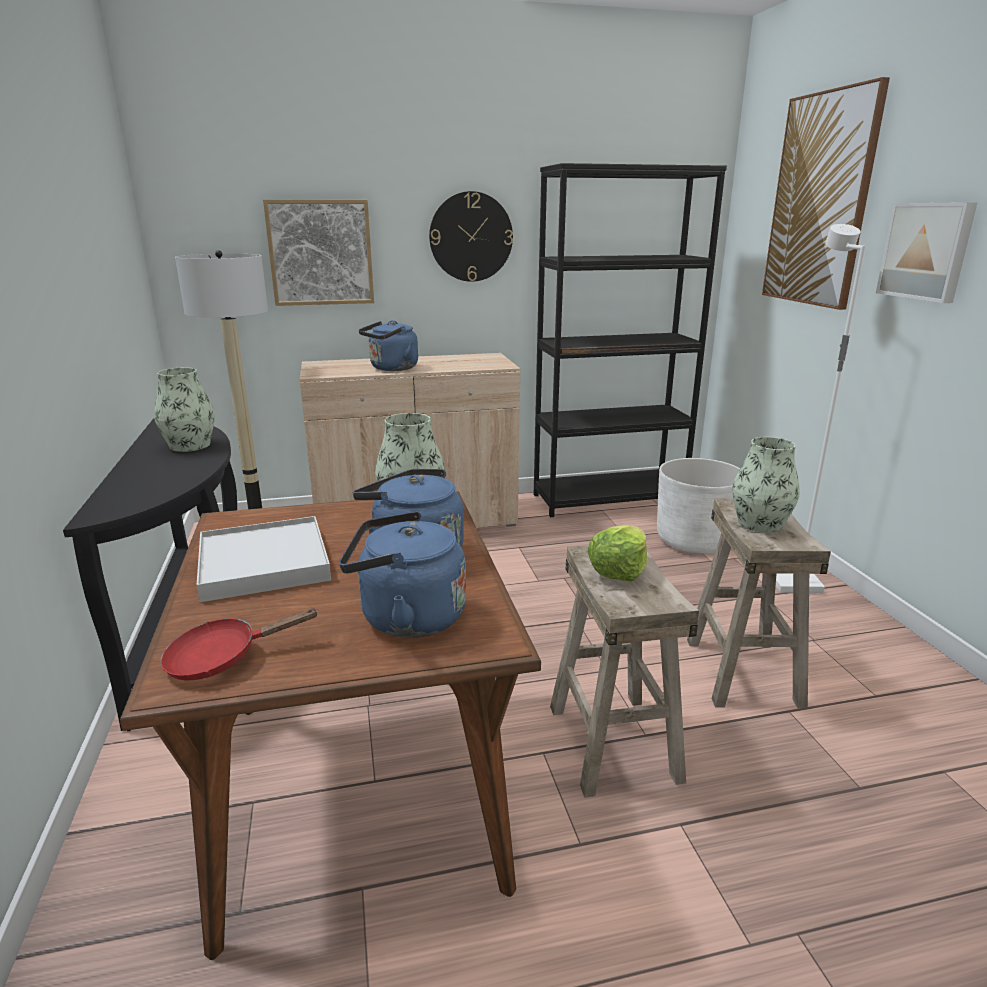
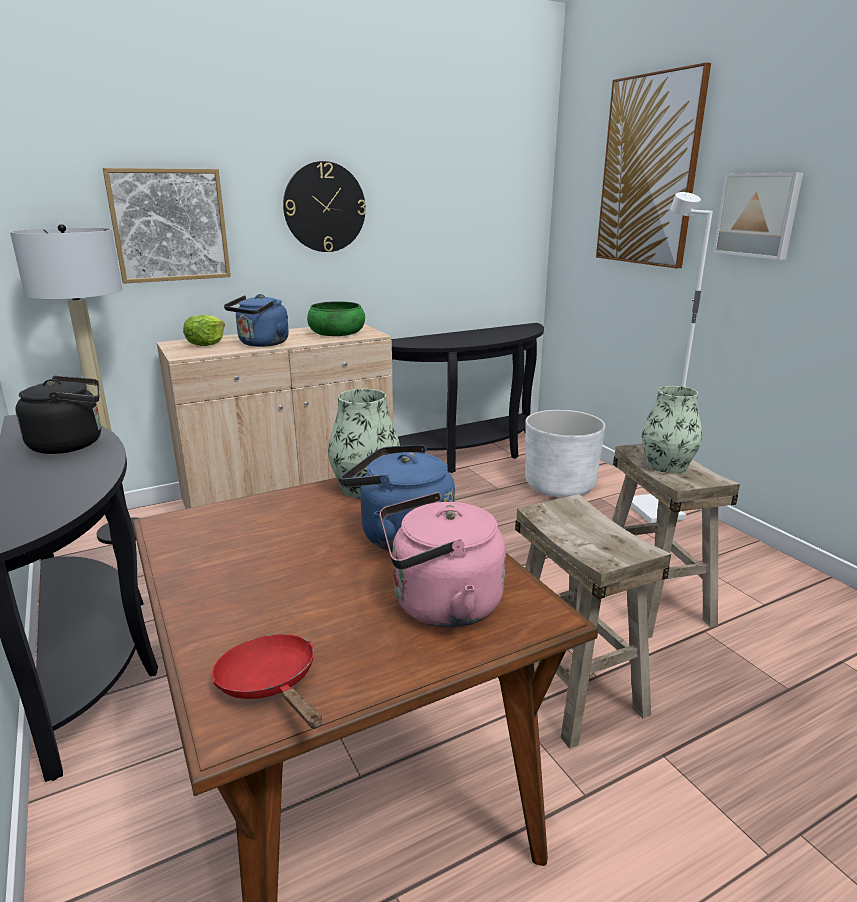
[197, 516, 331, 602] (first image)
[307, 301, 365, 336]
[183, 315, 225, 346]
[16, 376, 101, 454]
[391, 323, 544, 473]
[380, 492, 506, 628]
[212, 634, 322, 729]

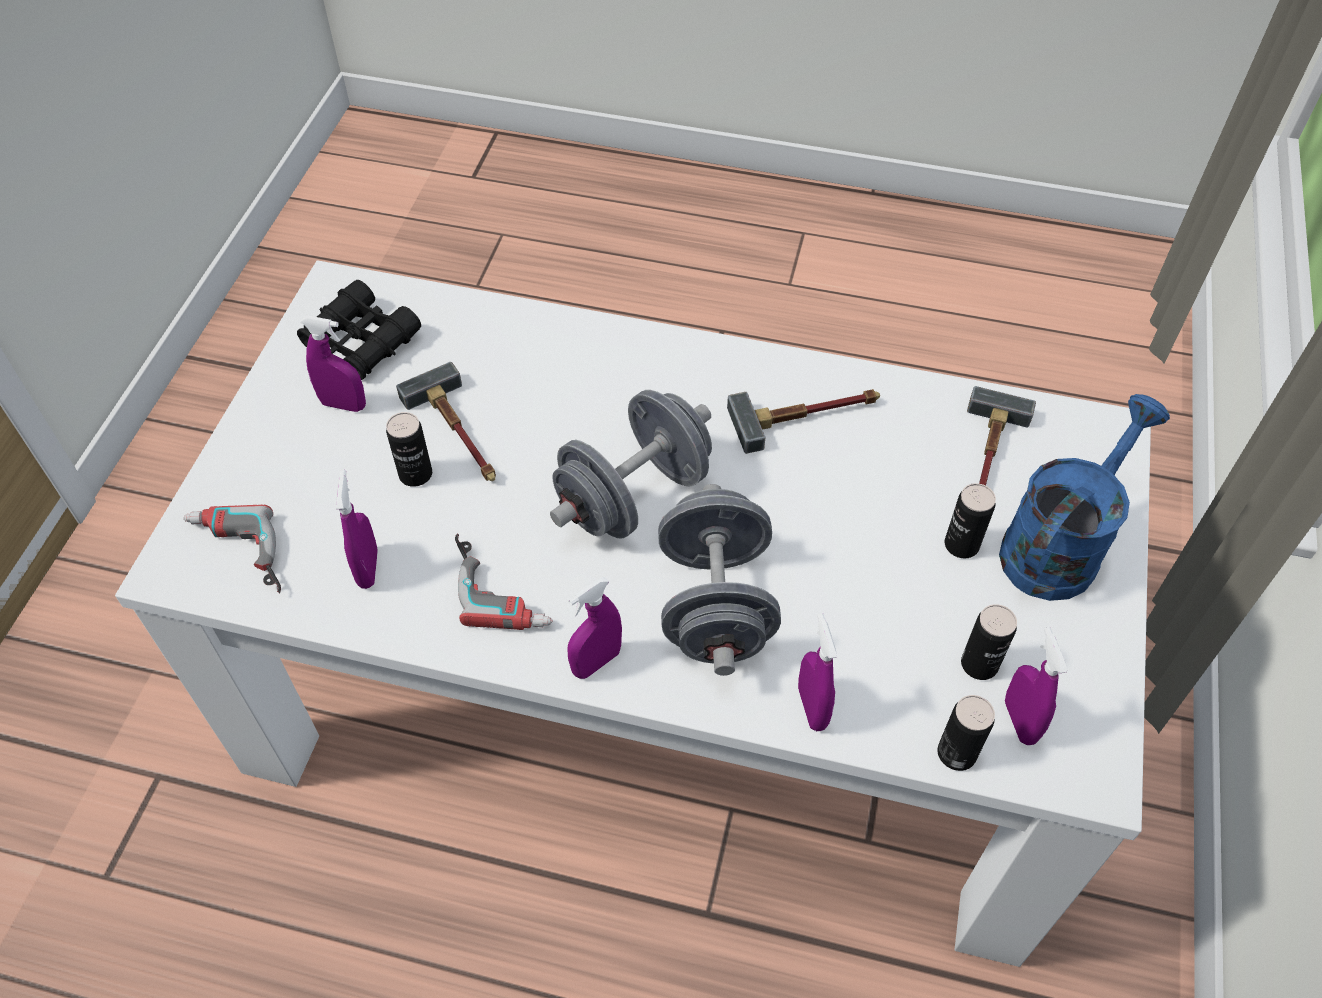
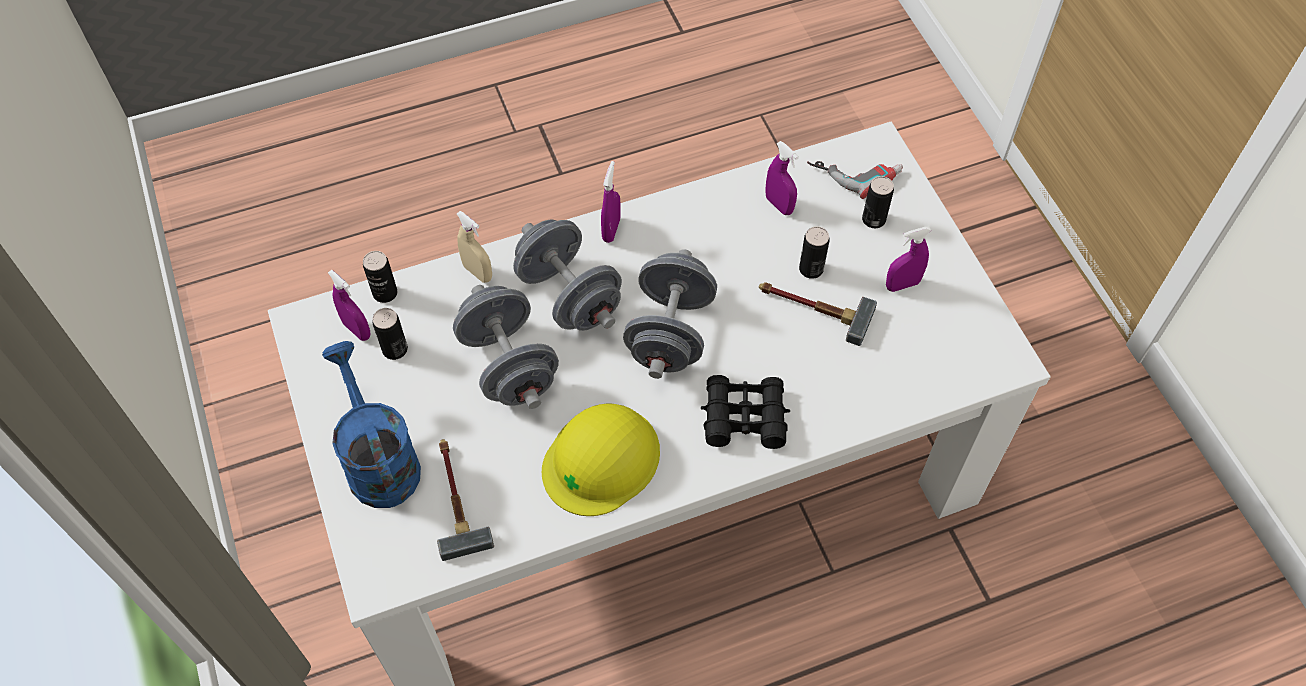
[455, 533, 552, 630] (first image)
[453, 285, 559, 409]
[701, 375, 790, 449]
[862, 176, 894, 228]
[542, 404, 660, 516]
[457, 211, 492, 283]
[322, 341, 421, 508]

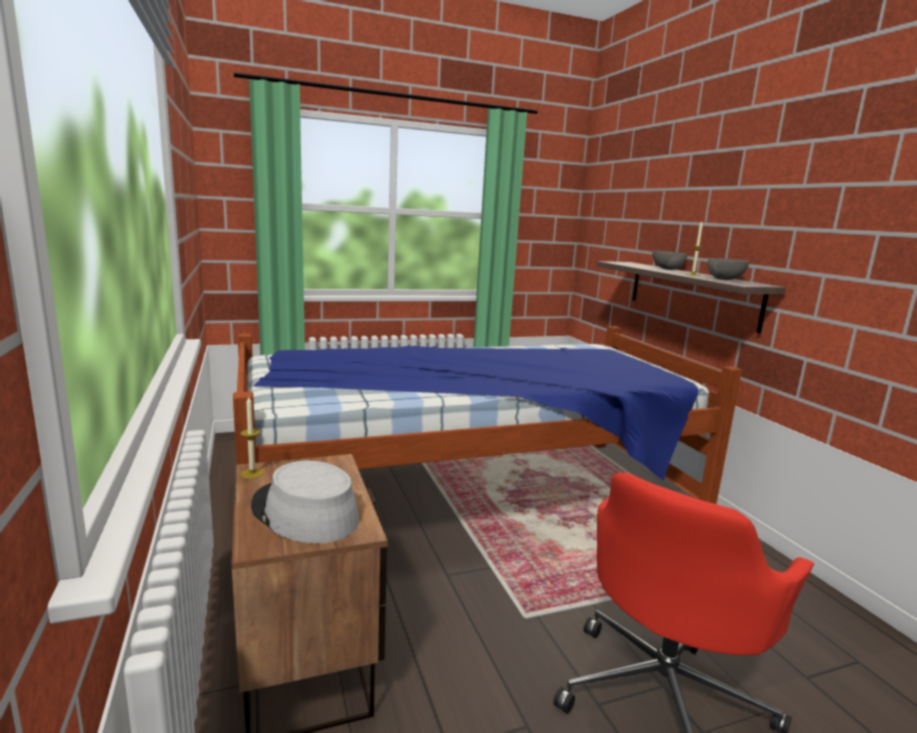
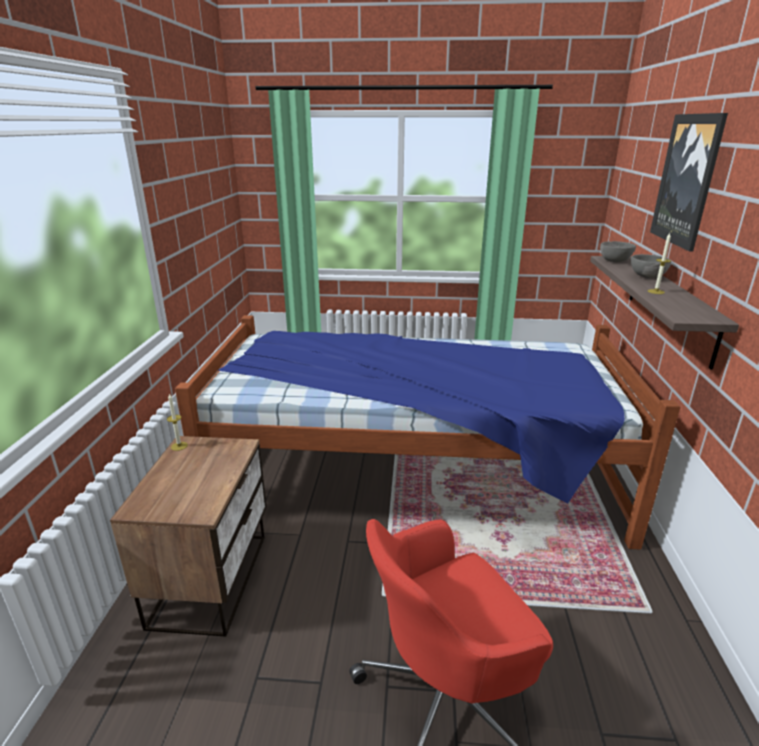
[251, 461, 359, 543] (first image)
[650, 113, 728, 252]
[600, 241, 636, 262]

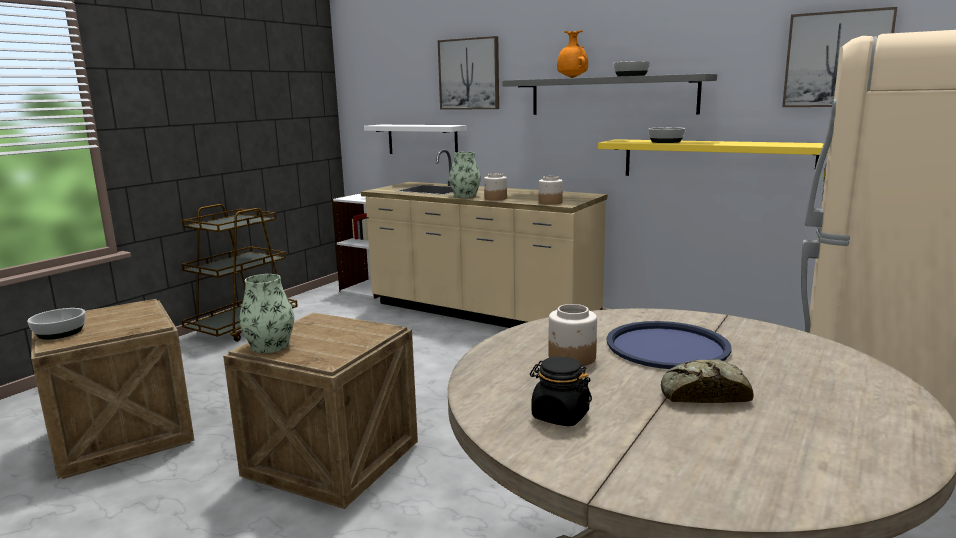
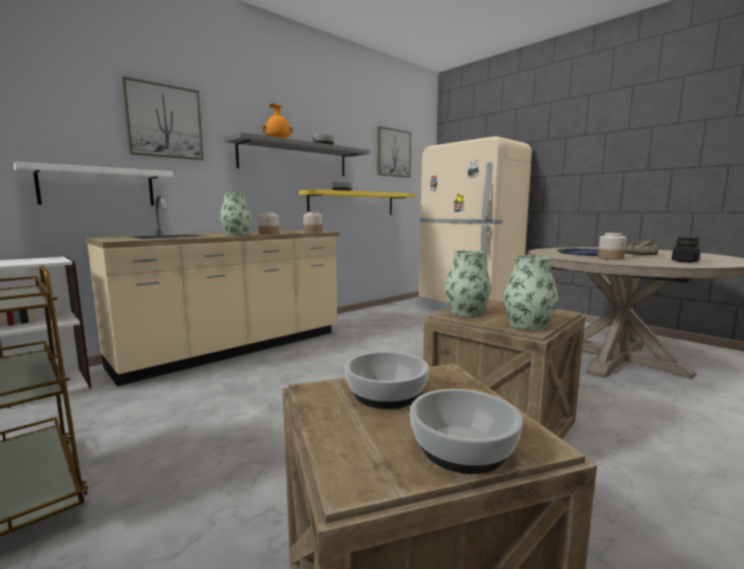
[345, 351, 429, 409]
[445, 250, 491, 317]

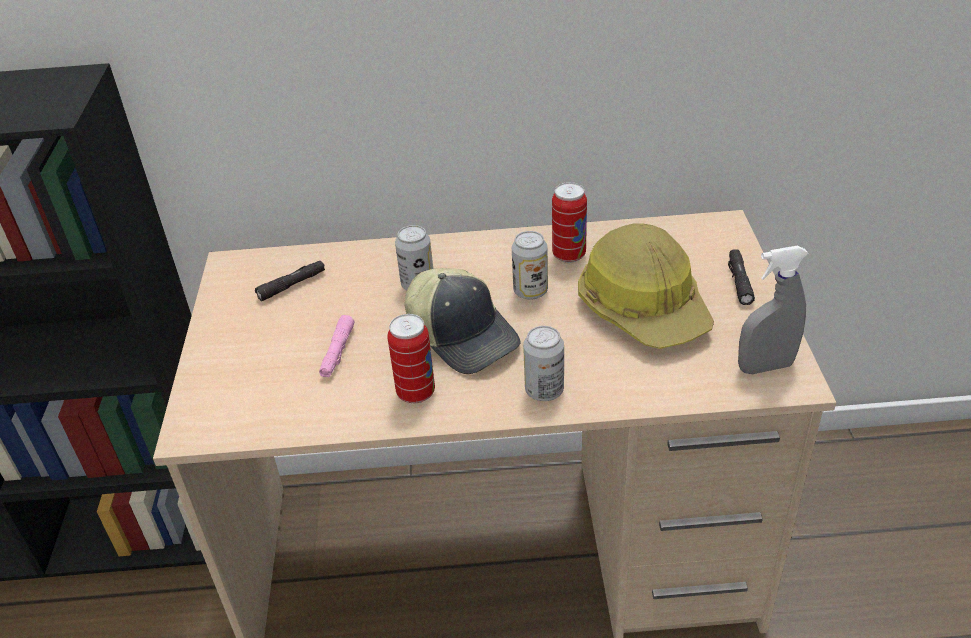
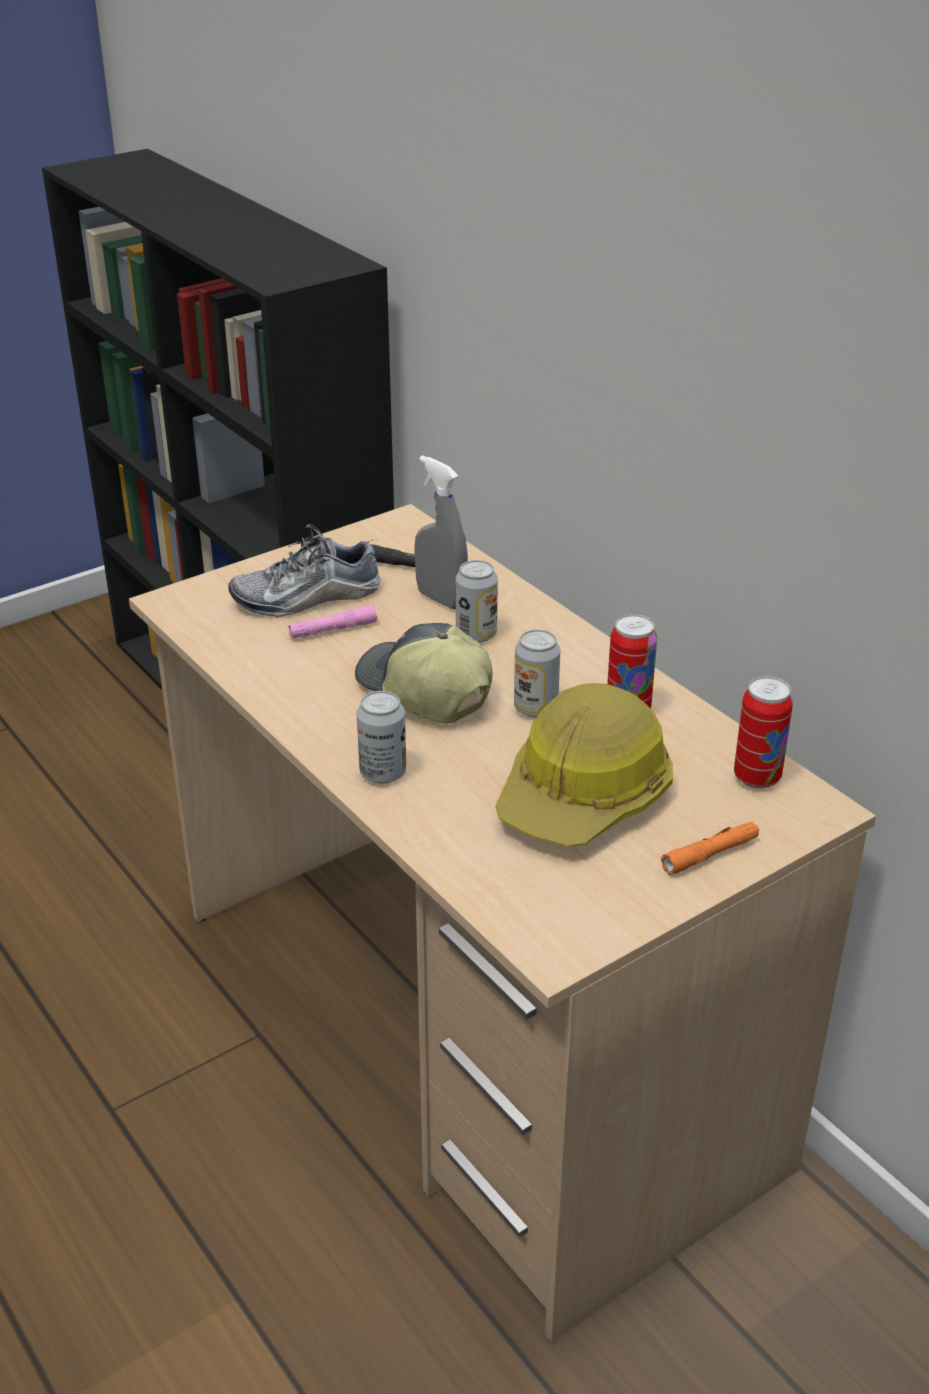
[229, 524, 381, 618]
[734, 676, 793, 789]
[414, 455, 468, 610]
[661, 822, 759, 875]
[355, 623, 492, 724]

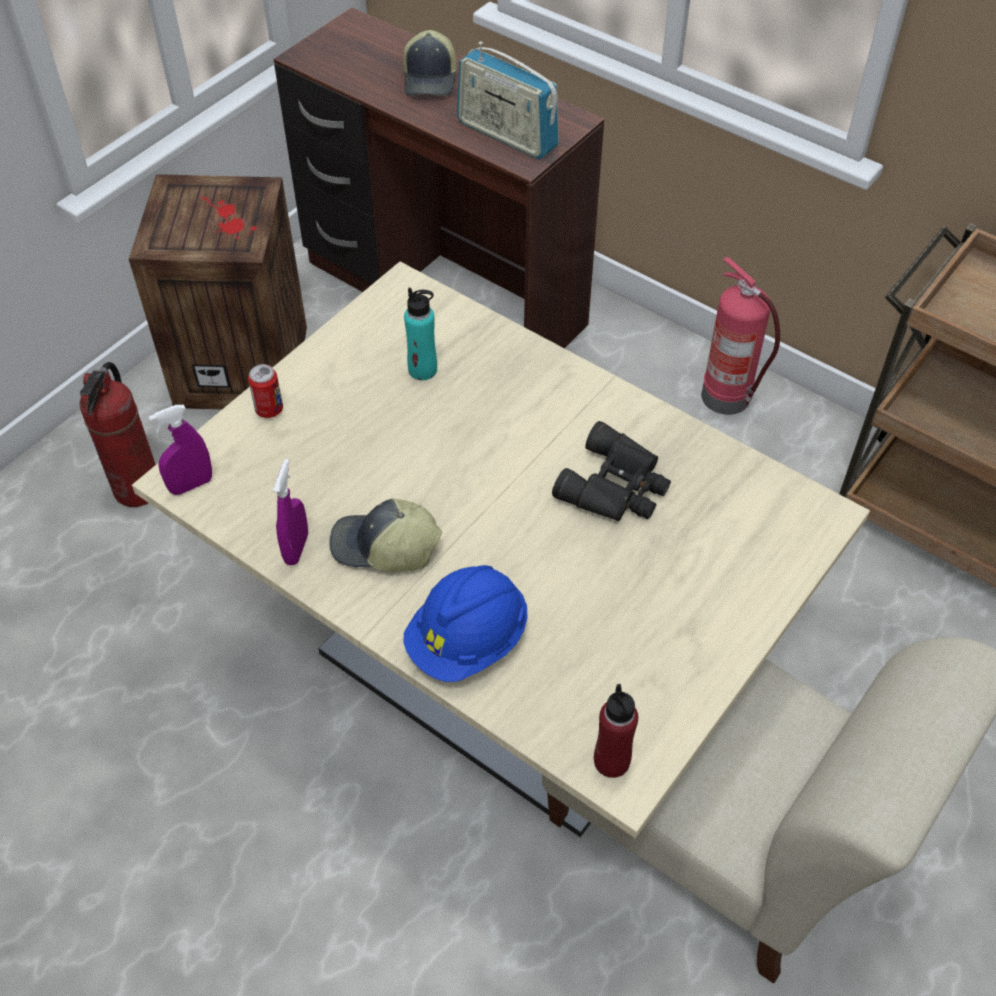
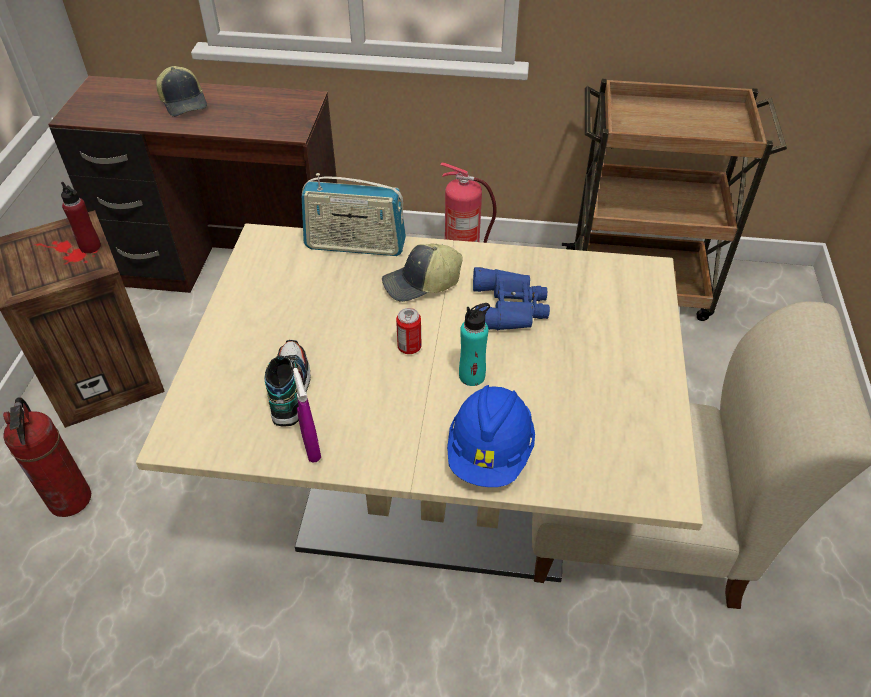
[149, 405, 212, 495] (first image)
[264, 340, 311, 426]
[396, 308, 421, 354]
[382, 243, 463, 302]
[459, 303, 490, 386]
[302, 173, 406, 256]
[61, 182, 101, 253]
[473, 267, 550, 330]

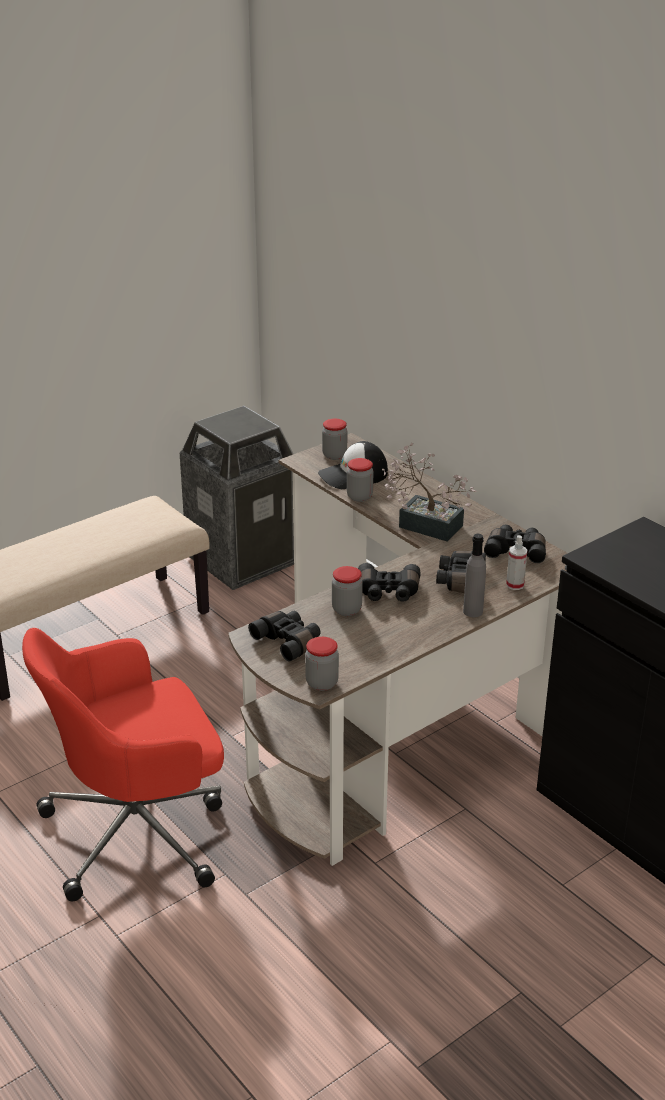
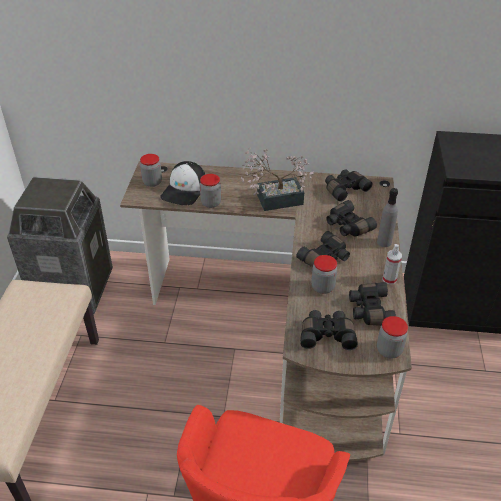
[349, 282, 396, 326]
[383, 244, 402, 285]

